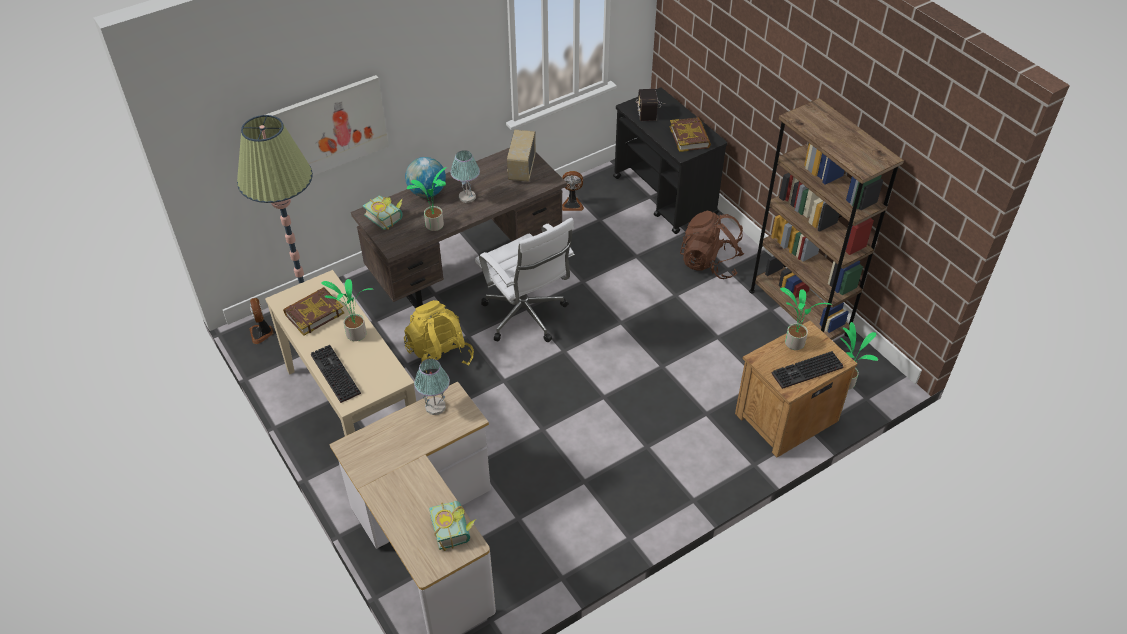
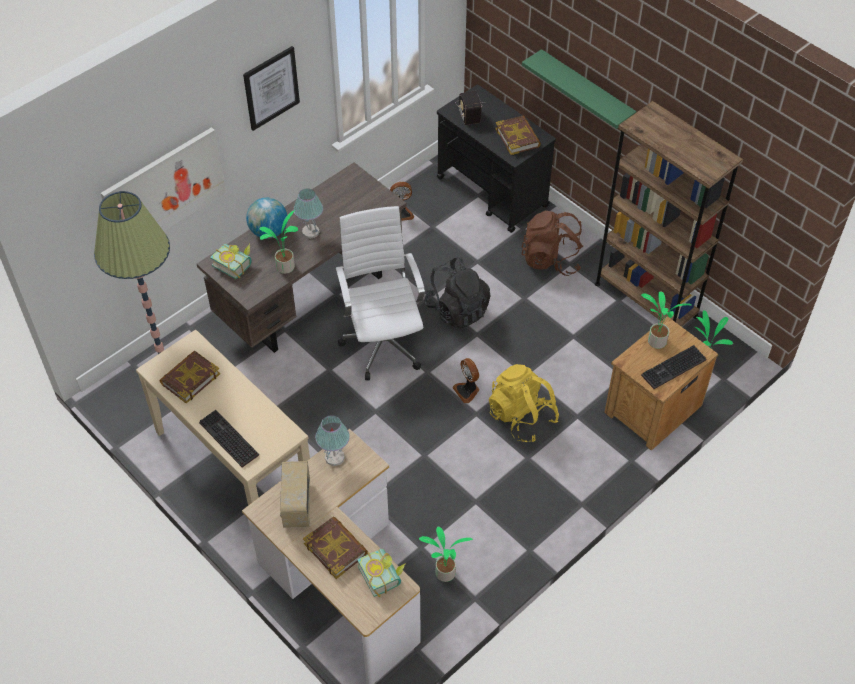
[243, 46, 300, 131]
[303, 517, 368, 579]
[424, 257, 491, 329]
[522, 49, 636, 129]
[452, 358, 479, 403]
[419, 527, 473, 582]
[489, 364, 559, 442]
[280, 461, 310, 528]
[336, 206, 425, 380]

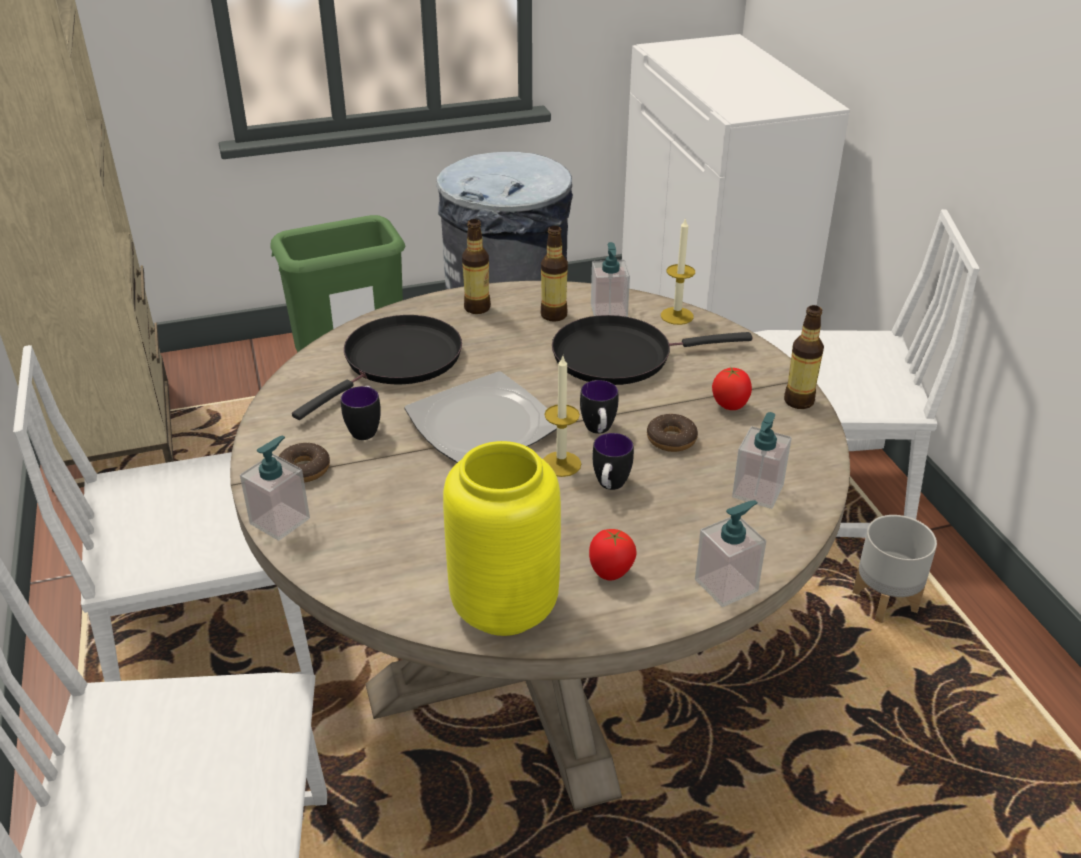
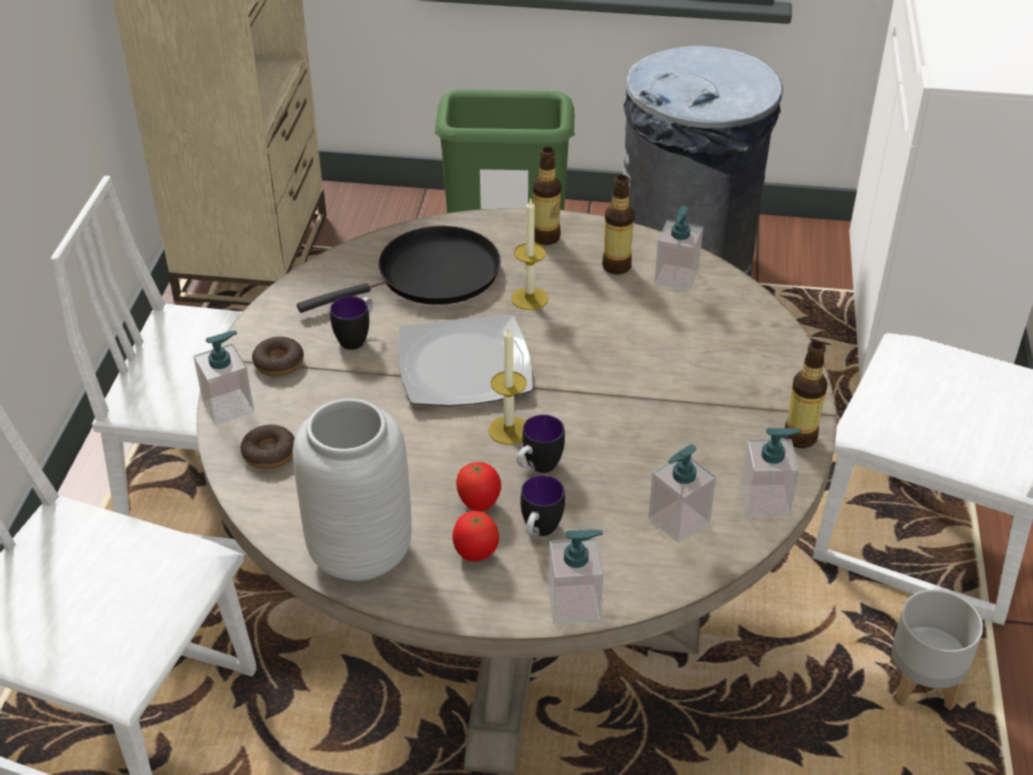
[552, 315, 752, 385] (first image)
[741, 428, 801, 517]
[520, 475, 565, 536]
[240, 425, 295, 469]
[511, 197, 548, 310]
[456, 462, 501, 511]
[293, 399, 412, 581]

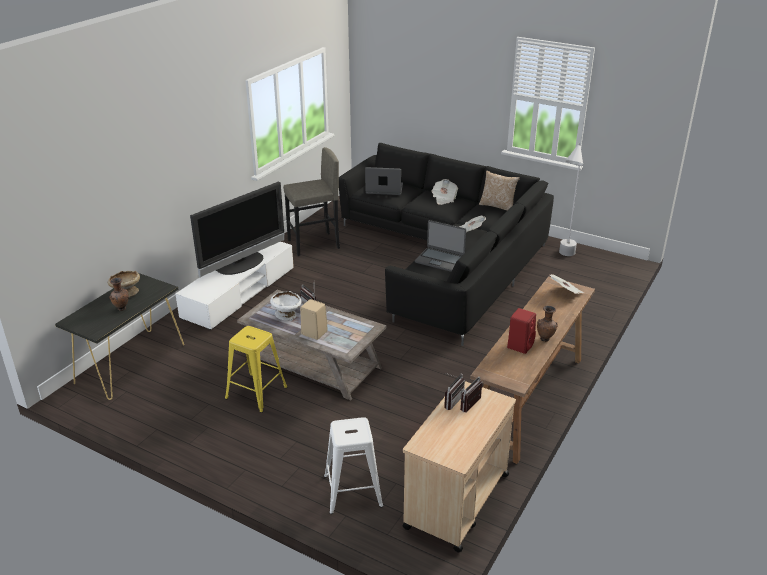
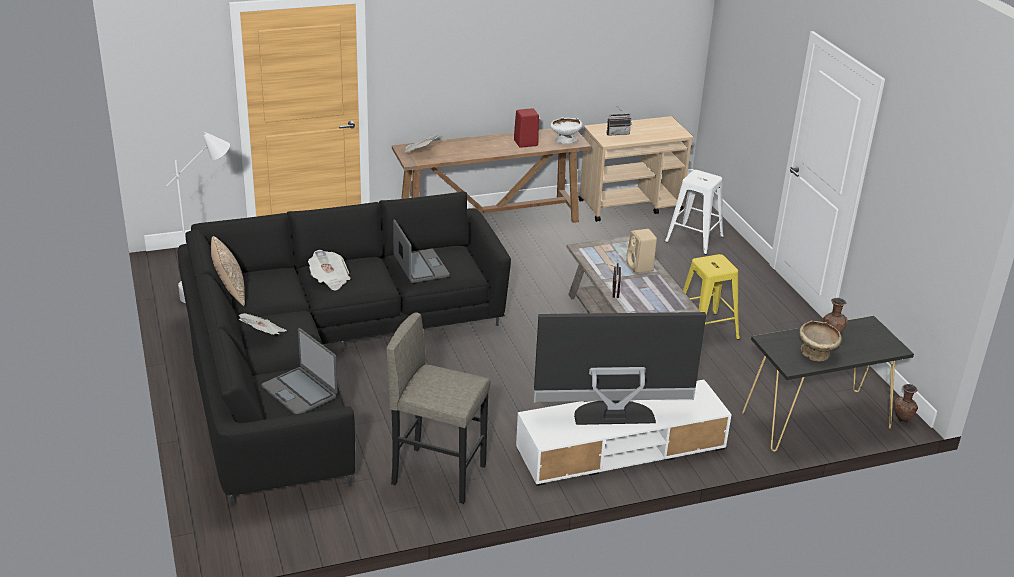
[444, 373, 465, 410] (first image)
[550, 117, 583, 144]
[894, 384, 918, 424]

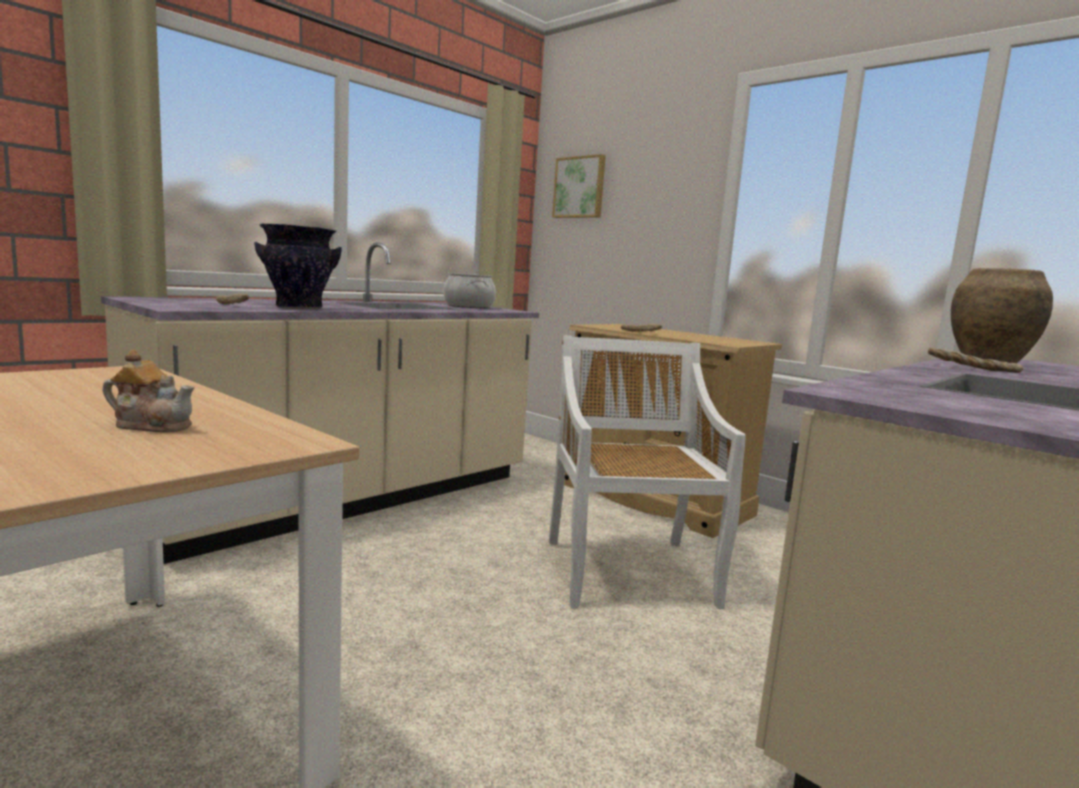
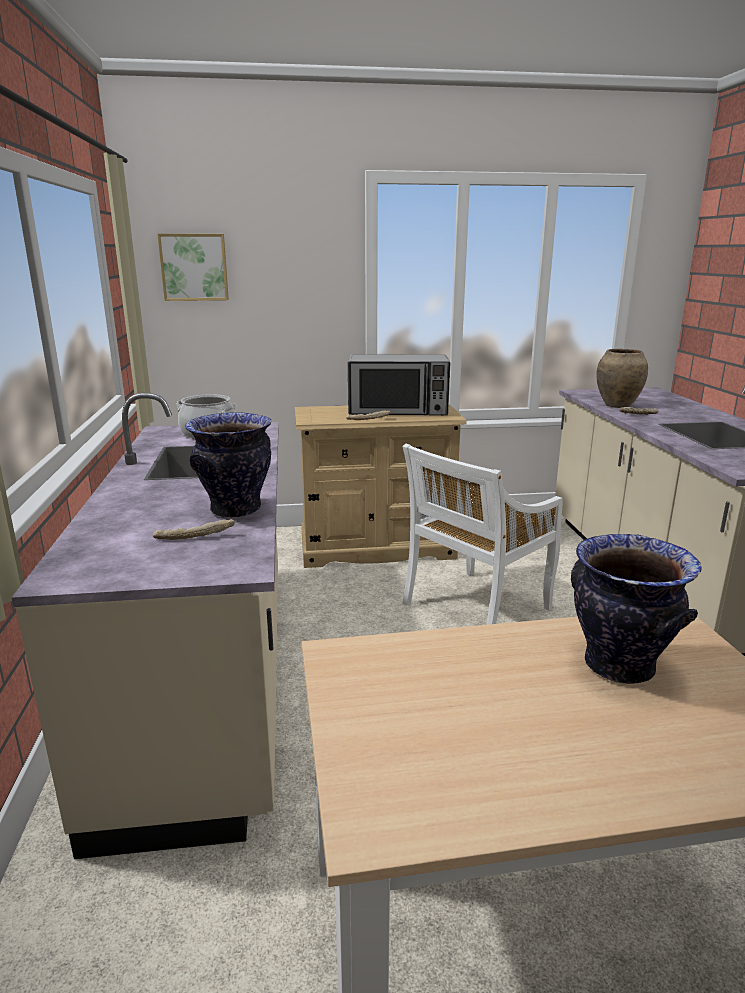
[348, 354, 450, 416]
[571, 534, 702, 684]
[402, 444, 563, 625]

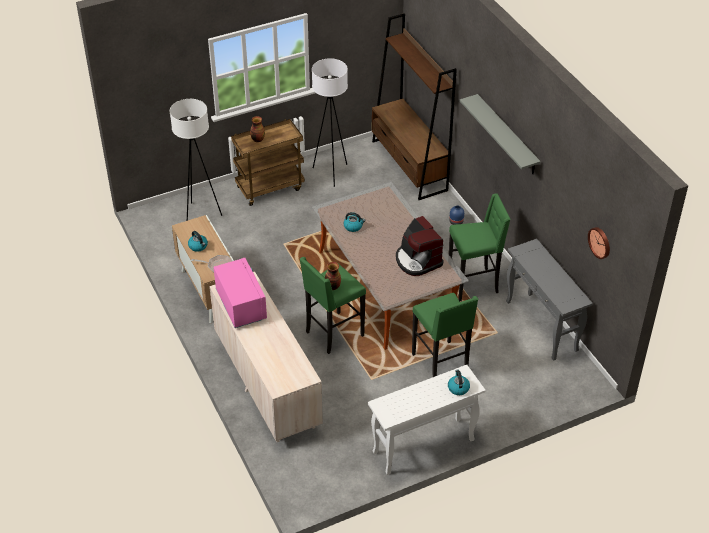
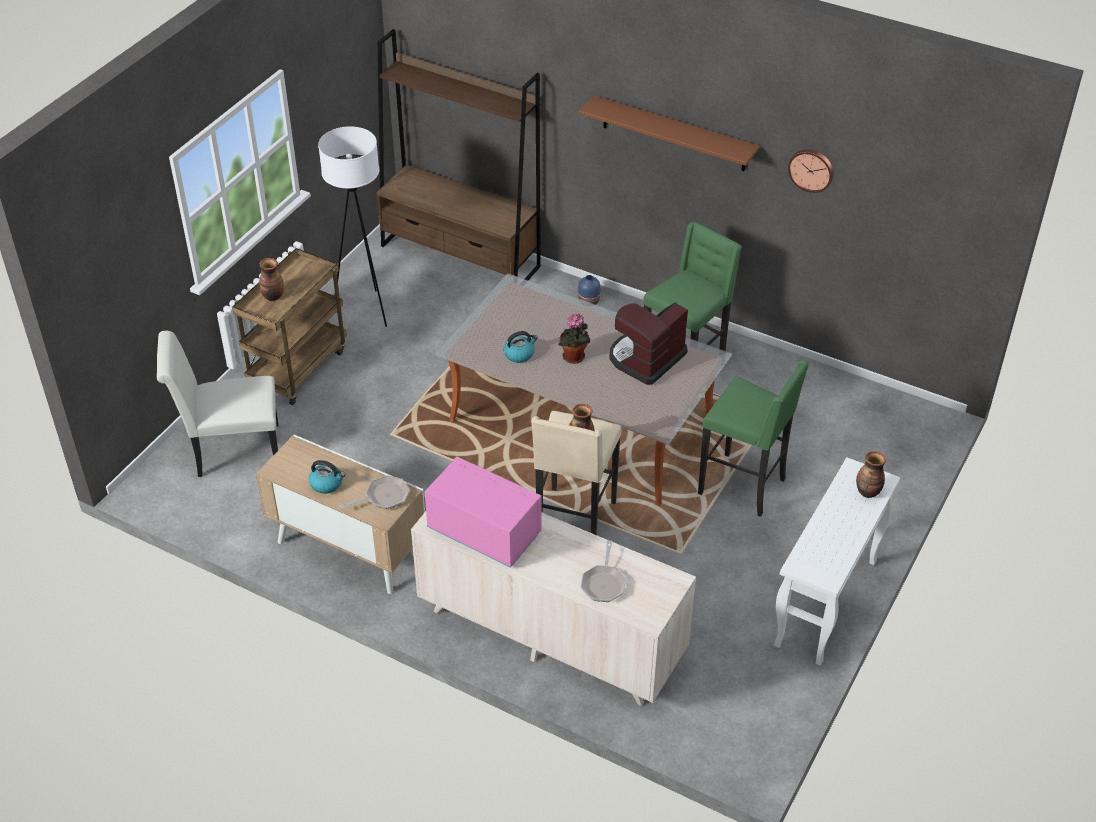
[506, 239, 593, 361] (first image)
[558, 313, 591, 364]
[581, 540, 626, 602]
[788, 149, 834, 193]
[157, 331, 278, 477]
[856, 451, 886, 498]
[531, 411, 621, 535]
[579, 95, 760, 171]
[609, 302, 688, 385]

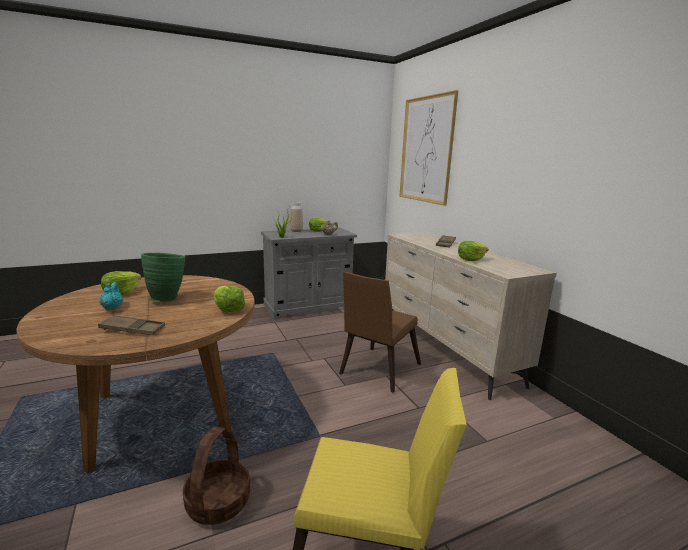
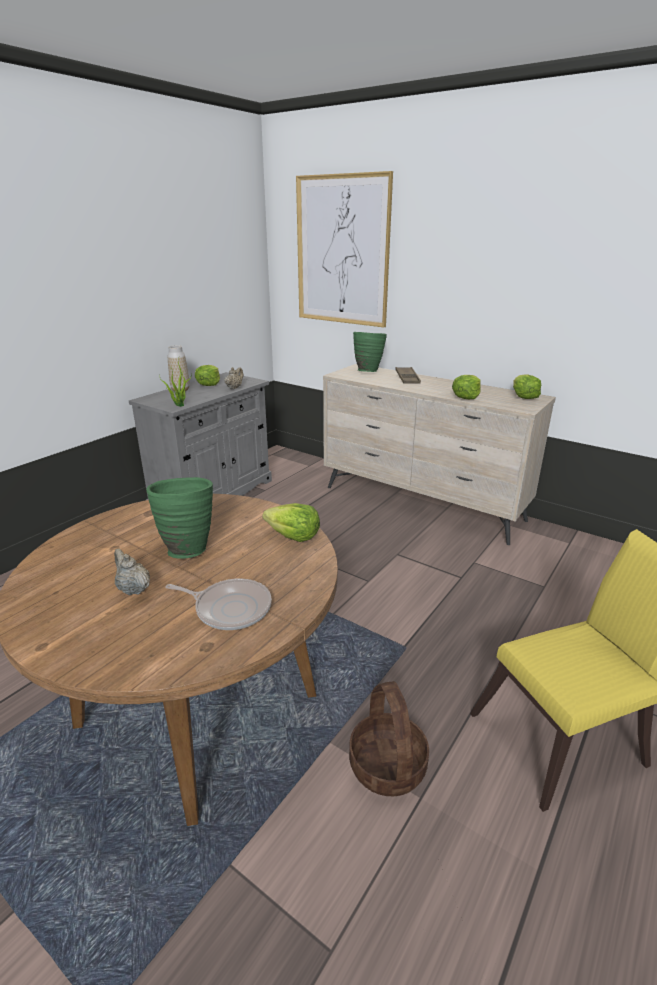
[339, 272, 421, 392] (first image)
[353, 332, 387, 372]
[513, 375, 541, 399]
[165, 579, 272, 630]
[114, 549, 150, 595]

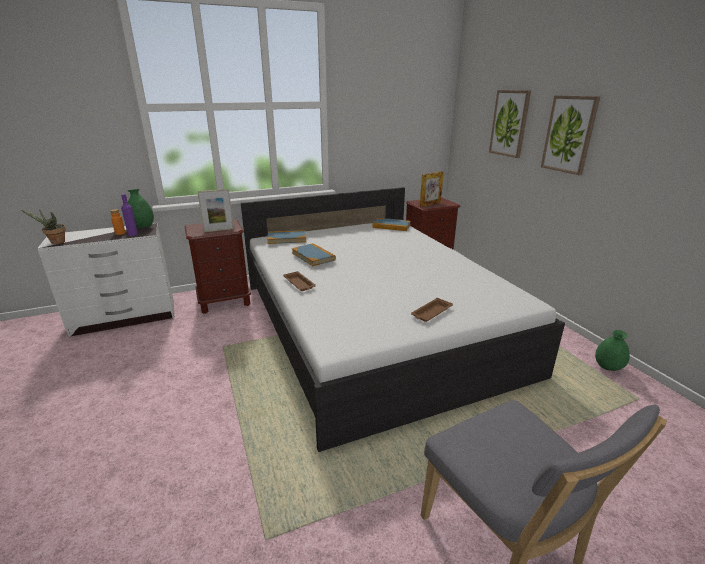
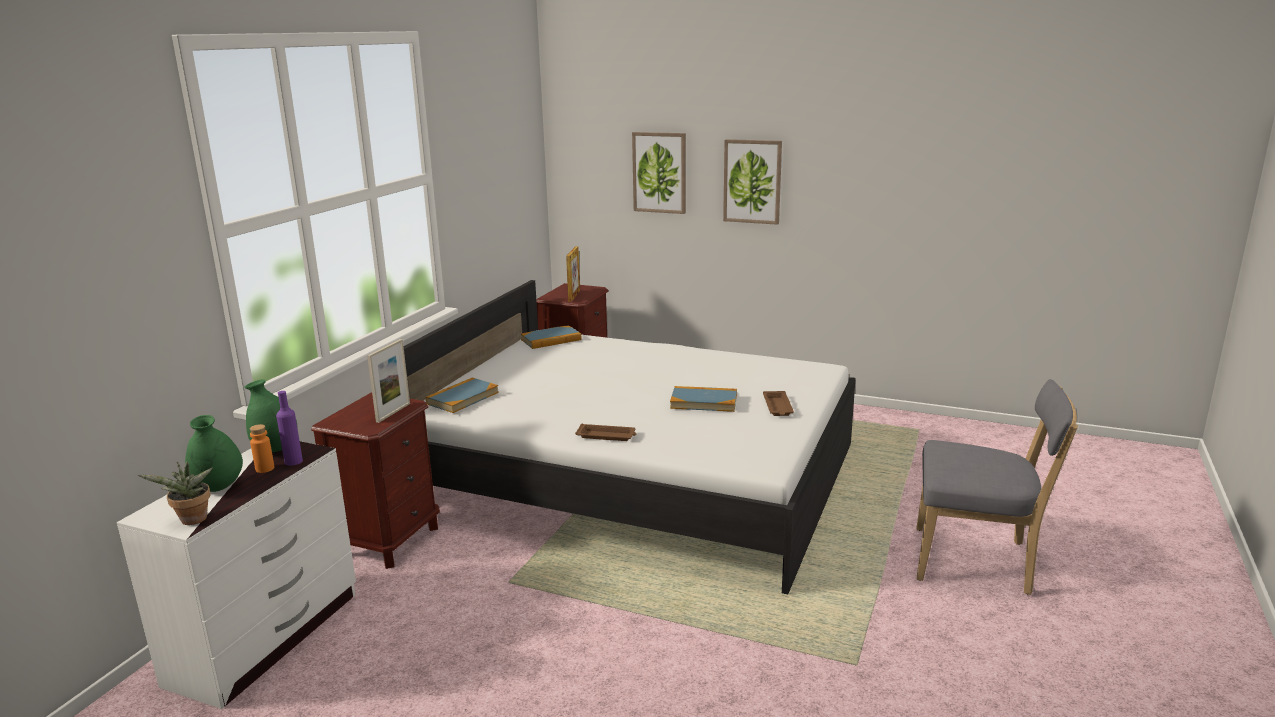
[670, 386, 737, 412]
[185, 415, 243, 492]

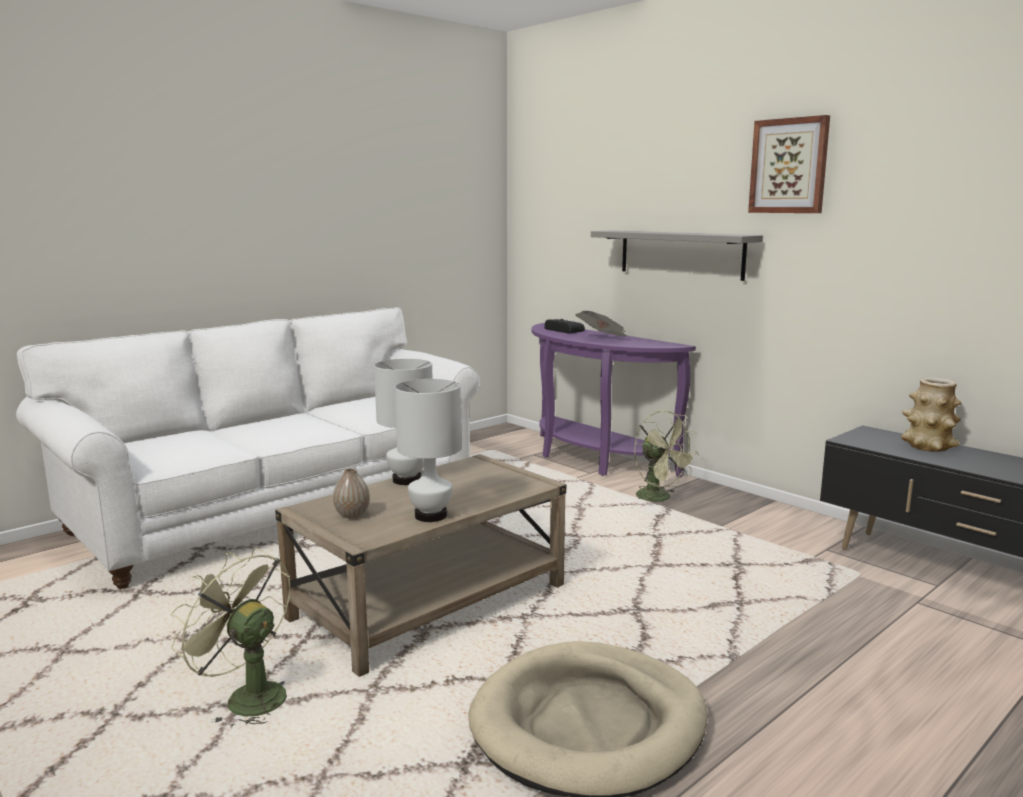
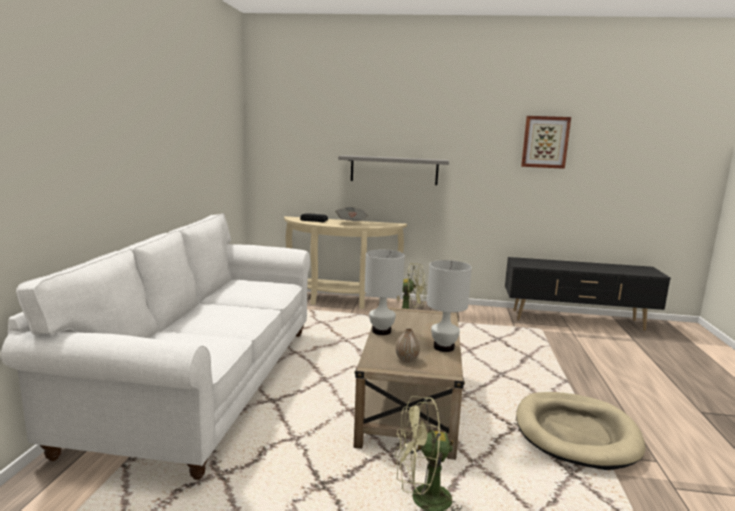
[901, 378, 961, 452] (first image)
[521, 116, 571, 169]
[284, 216, 407, 309]

